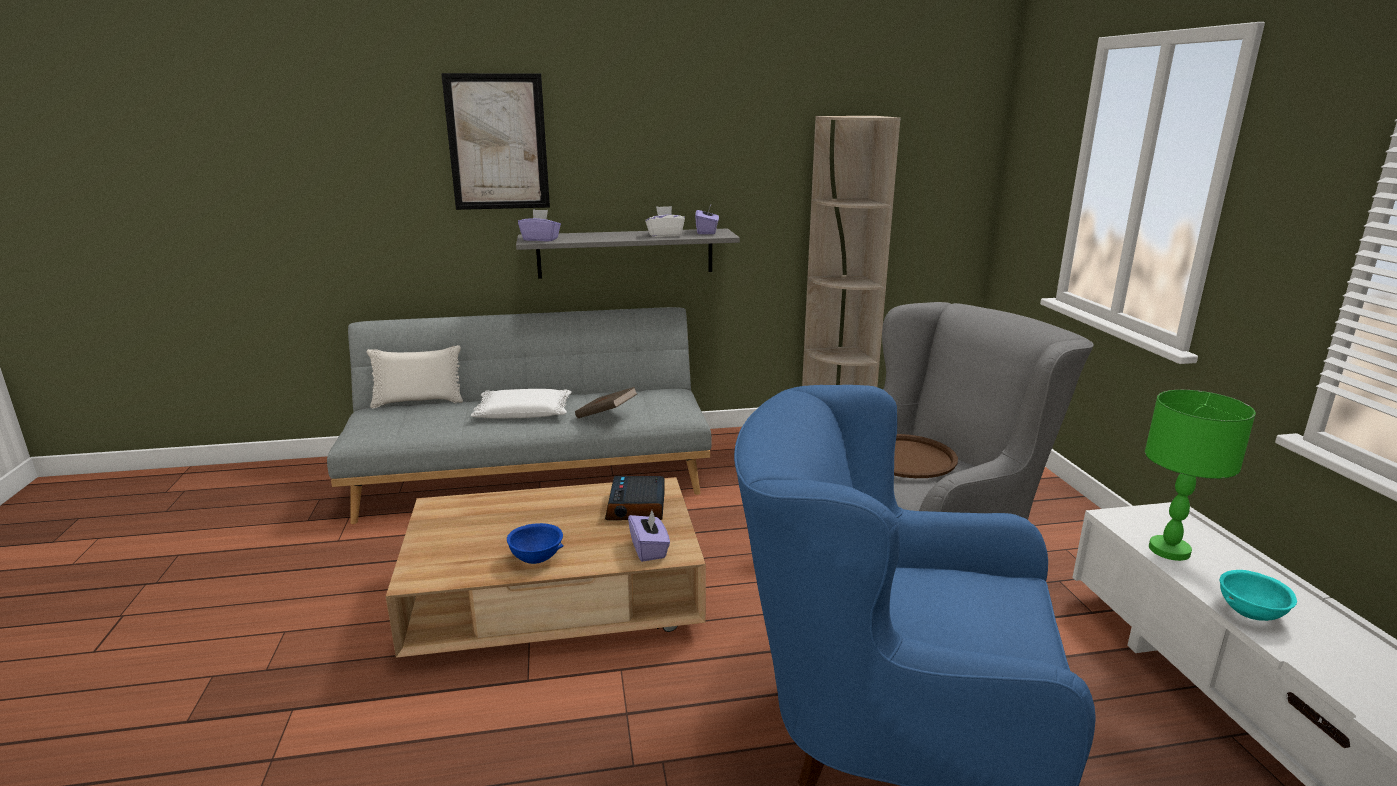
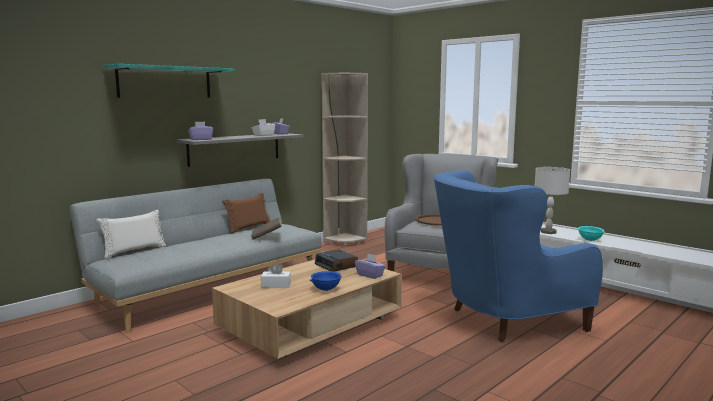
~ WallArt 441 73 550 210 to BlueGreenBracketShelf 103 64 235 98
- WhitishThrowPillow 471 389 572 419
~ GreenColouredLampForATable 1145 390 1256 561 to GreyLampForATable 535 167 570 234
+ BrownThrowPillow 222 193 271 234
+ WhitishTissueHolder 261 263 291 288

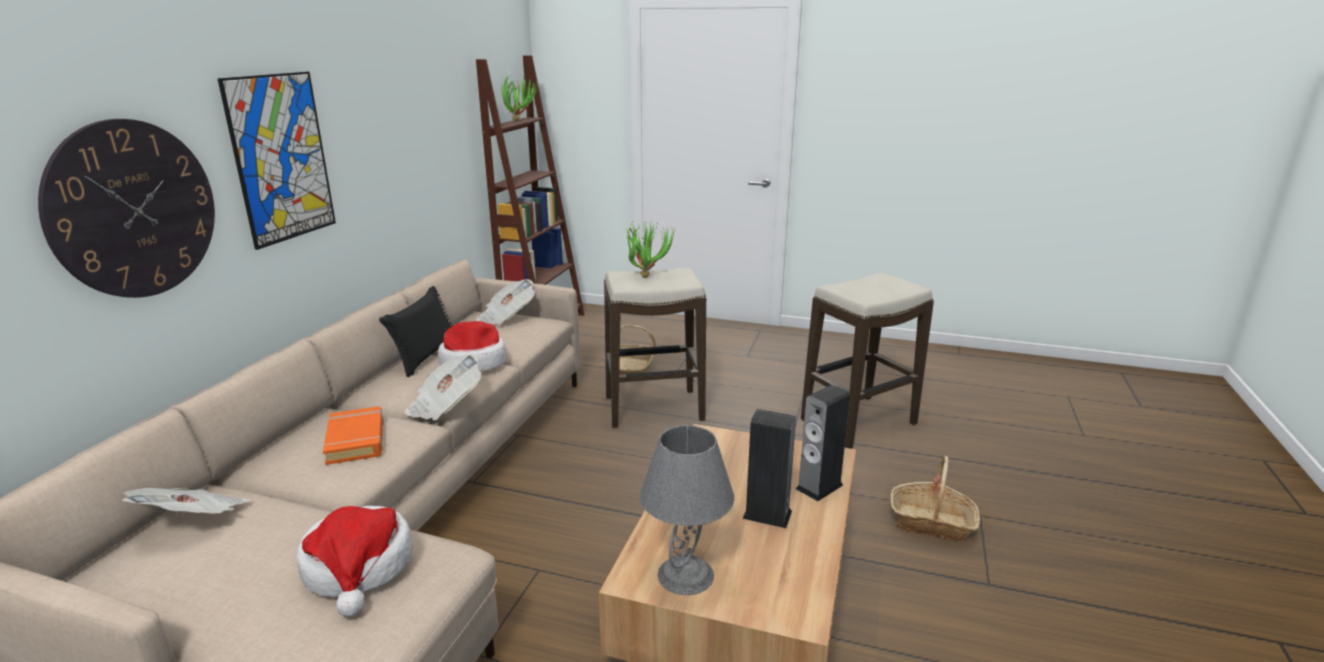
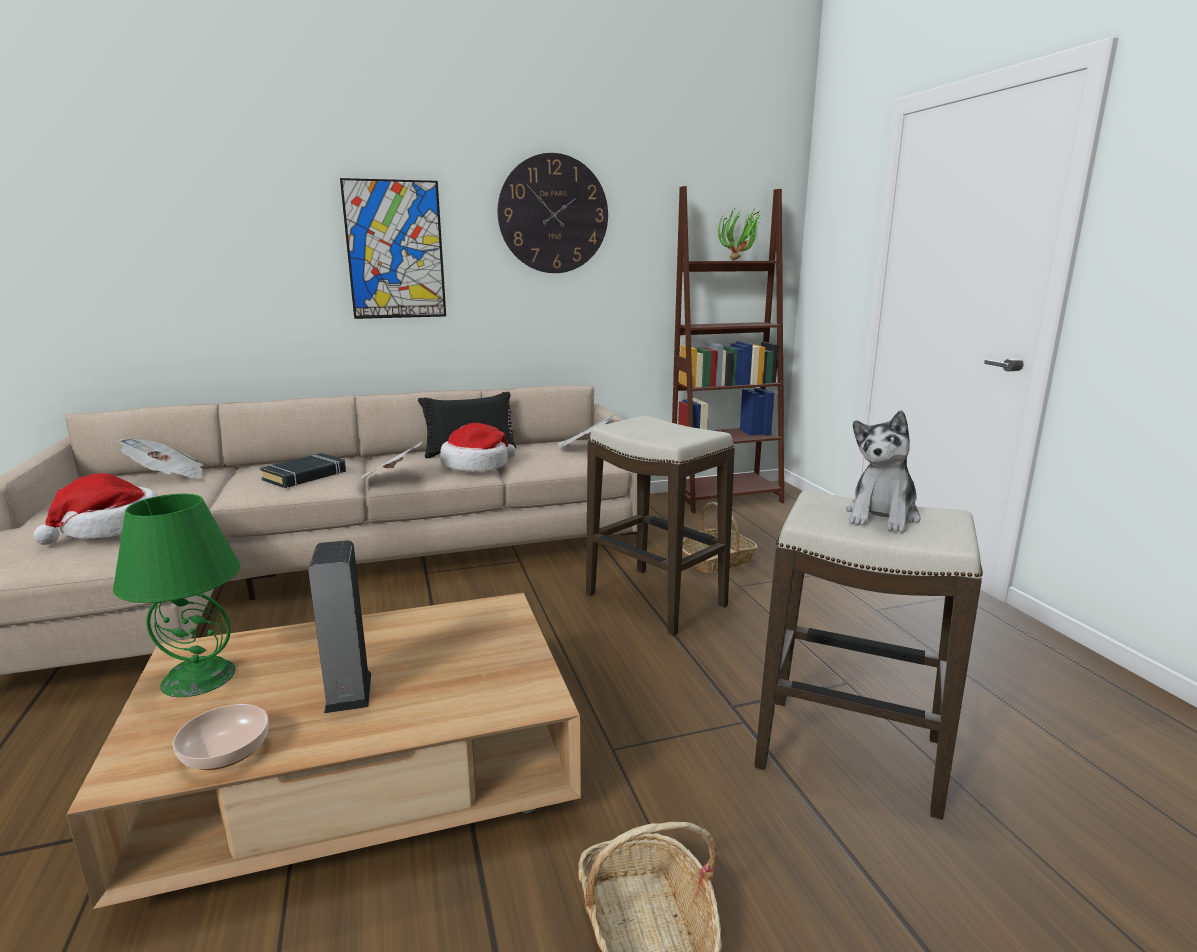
~ ClockOnTheWall 38 119 215 298 to 497 153 608 273
~ OrangeColouredVolume 323 406 384 465 to BlackVolume 260 453 346 488
- Houseplant 625 220 674 278
~ GreyLampForATable 640 425 734 595 to GreenColouredLampForATable 113 494 241 697
- AudioSpeaker 796 385 850 501
+ DeepDish 173 704 269 770
+ PlushToy 846 410 921 533

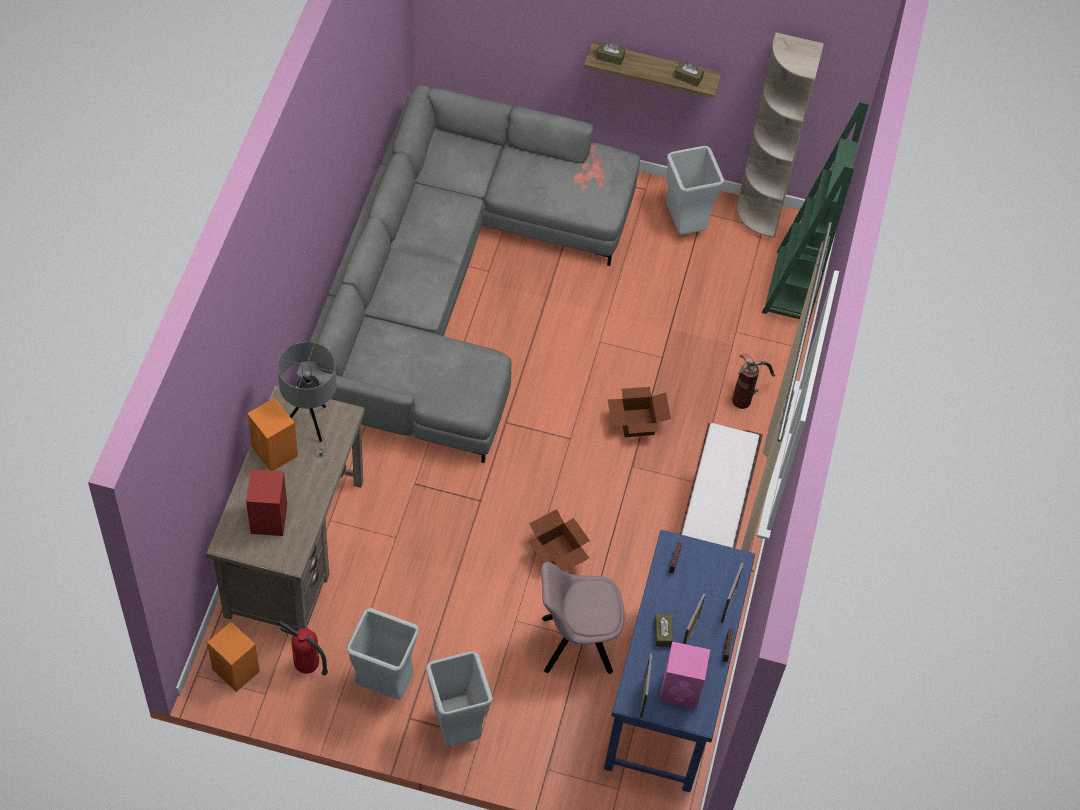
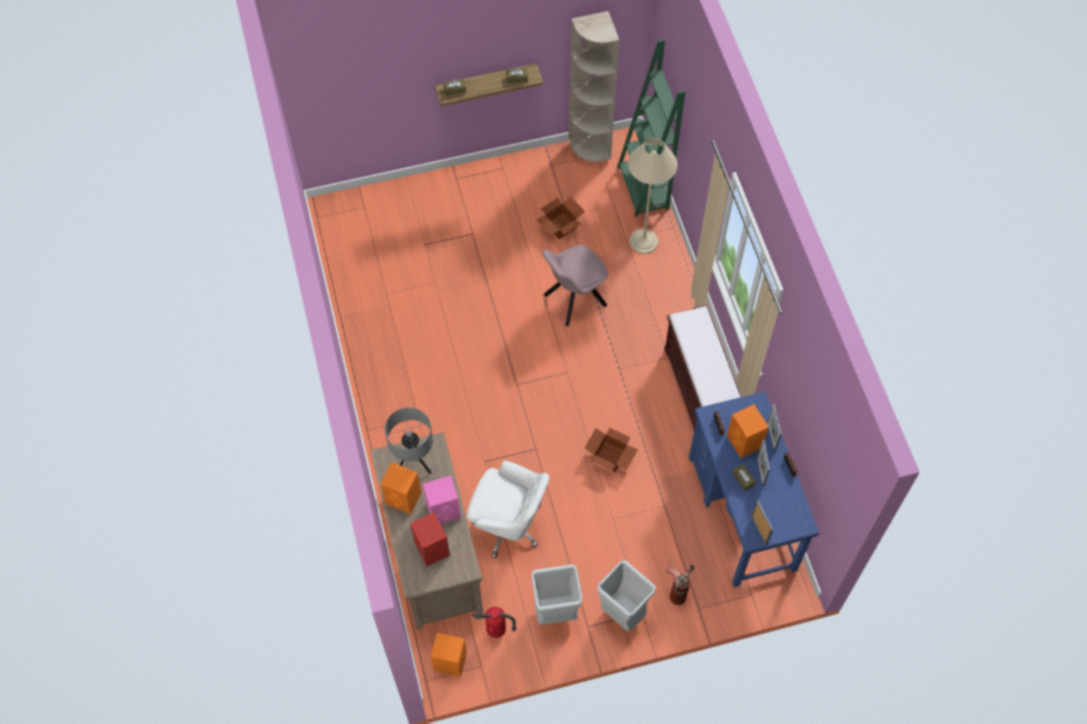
- GreySettee 296 85 640 463
~ PinkishUprightChair 541 562 624 674 to 542 245 608 326
~ CardboardBox 608 387 671 437 to 537 196 585 239
~ PinkishAudioSpeaker 659 641 710 709 to 423 475 461 524
- GreyWasteBin 666 146 724 235
~ Extinguisher 732 354 775 409 to 666 565 694 605
+ WhitishOfficeChair 467 460 549 558
+ SandColouredStandardLamp 628 138 677 254
+ OrangeColouredAudioSpeaker 727 404 769 458

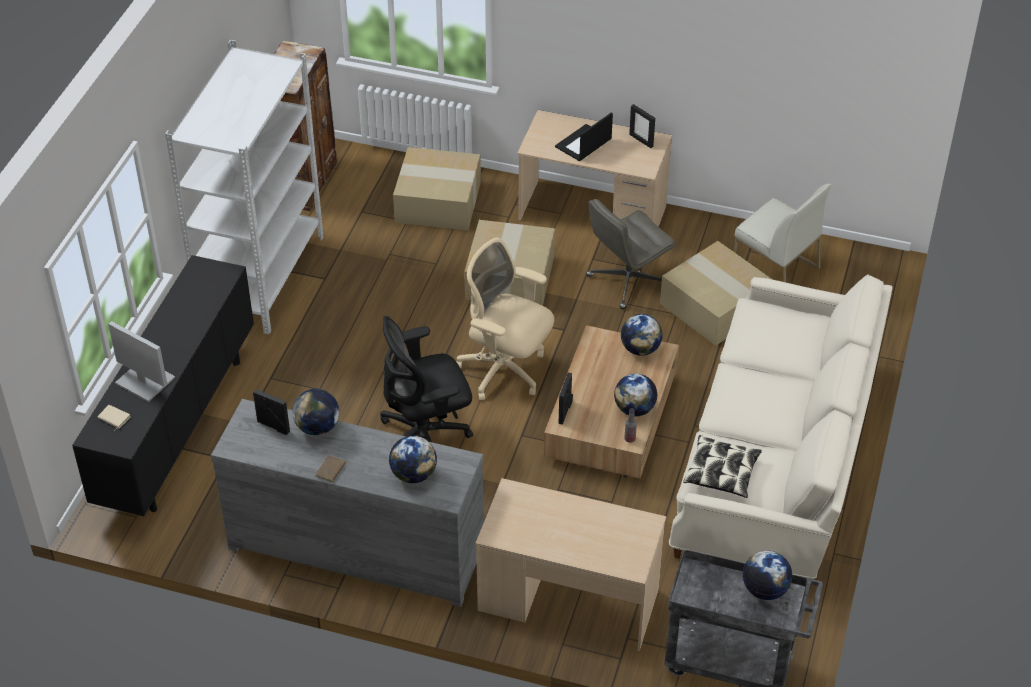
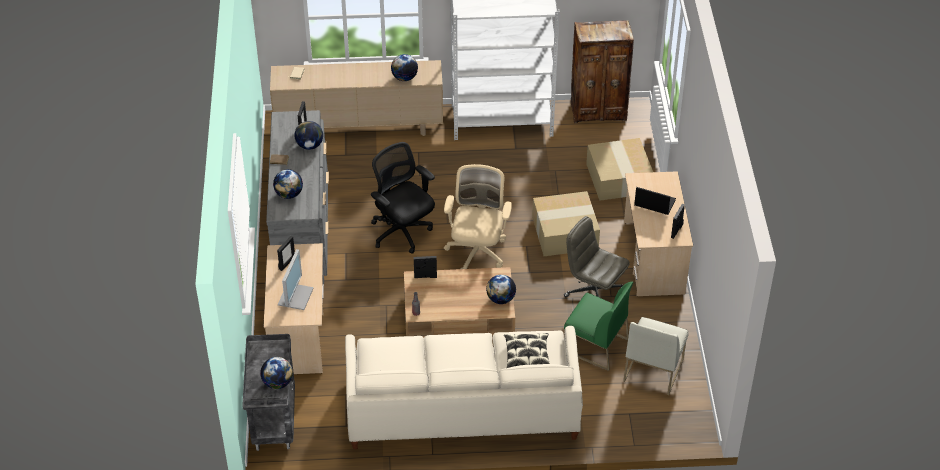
~ BlackStorageCabinet 72 255 254 516 to SandColouredStorageCabinet 270 60 443 136
~ ComputerDisplay 108 321 175 402 to 278 249 314 310
~ WorldGlobe 614 373 657 416 to 391 54 418 81
~ CardboardBox 660 241 773 346 to GreenColouredUprightChair 564 281 633 371
~ ThrowPillow 683 435 762 498 to 504 333 550 368
+ PhotoFrame 277 236 295 271

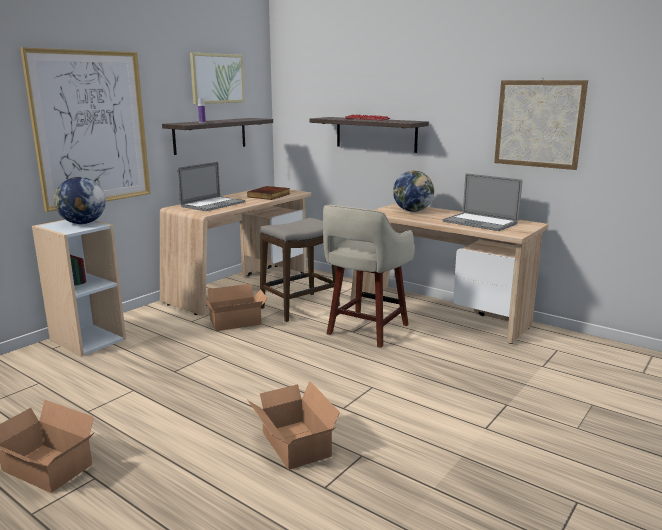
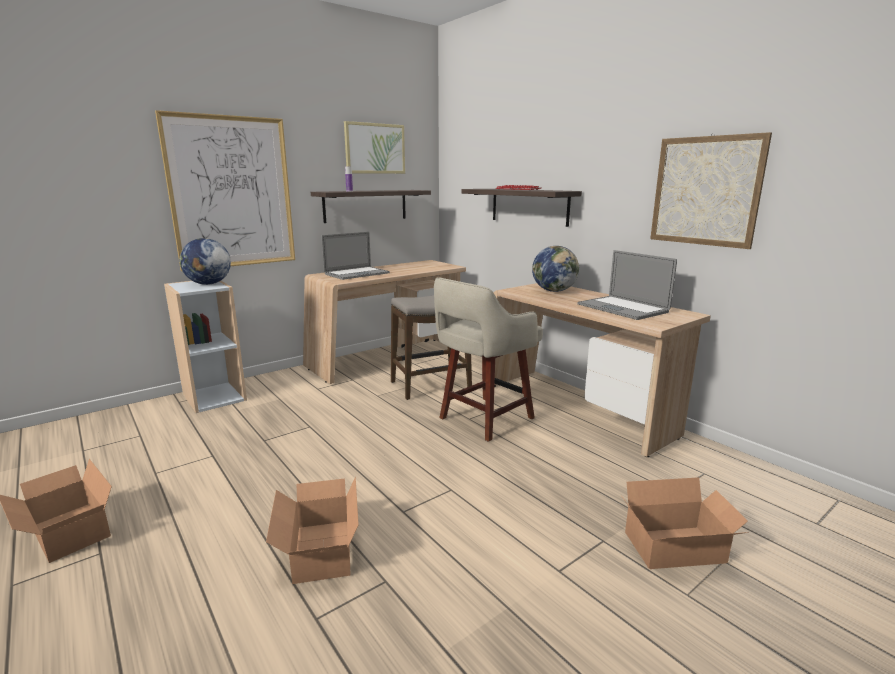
~ CardboardBox 203 284 268 331 to 621 477 749 569
- Volume 247 186 290 200

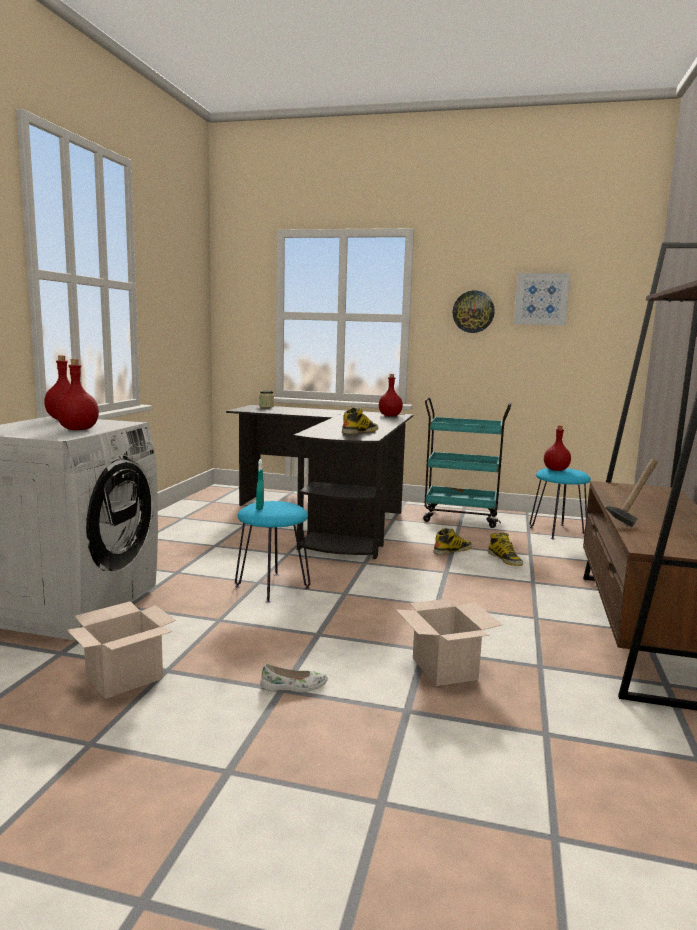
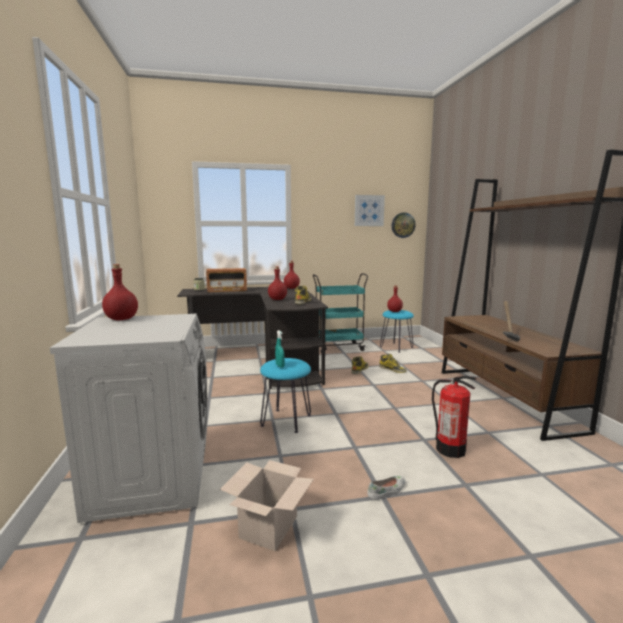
~ RedColouredBeverageBottle 56 359 99 430 to 268 267 287 300
~ CardboardBox 396 599 503 686 to Extinguisher 432 376 476 458
~ ClockOnTheWall 452 291 495 333 to 392 213 416 238
+ RadioReceiver 206 268 247 292

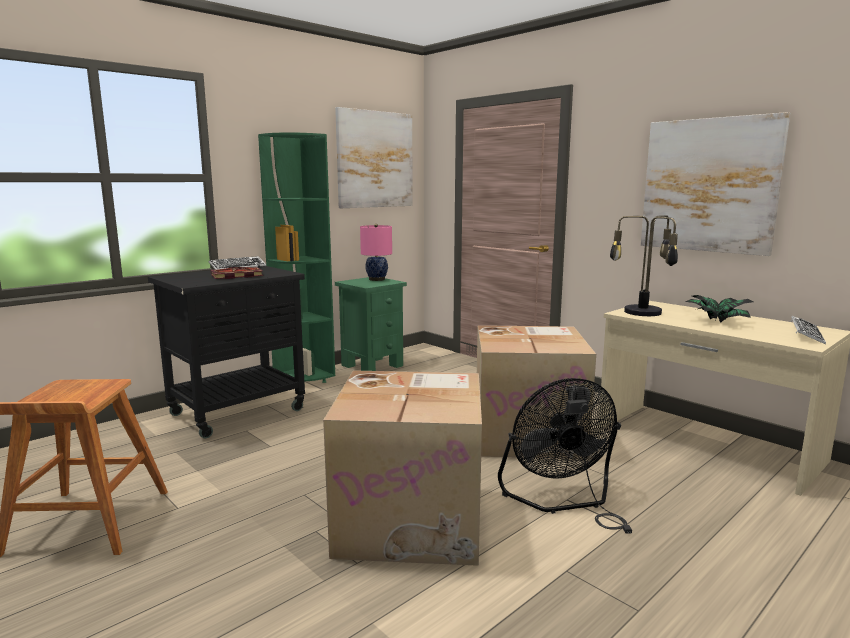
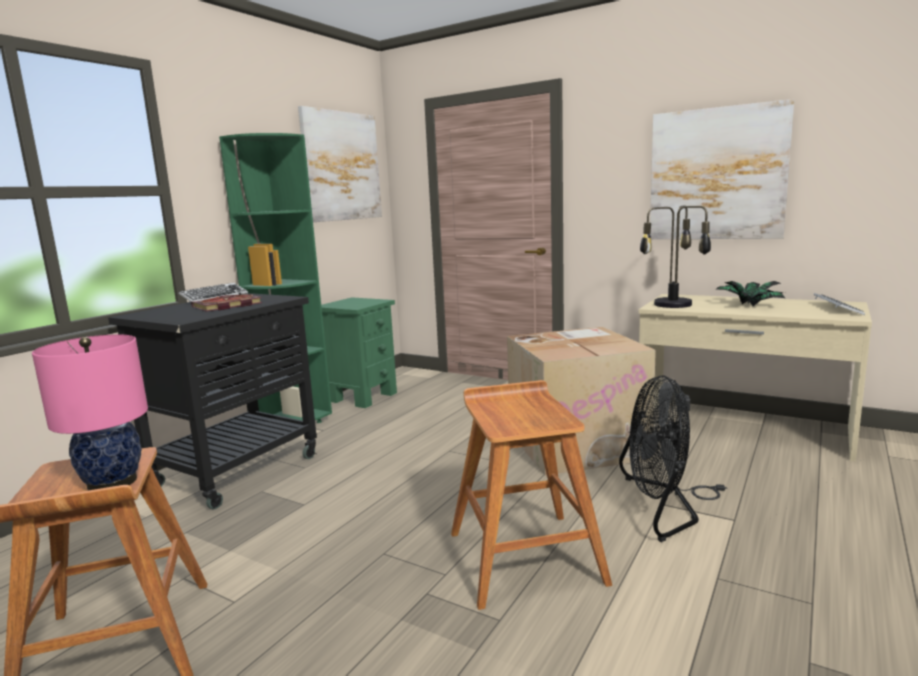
~ CardboardBox 323 370 482 566 to BrownSittingStool 451 380 612 610
~ PinkishLampForATable 360 224 392 281 to 32 334 148 490
~ BlackCoolingFan 498 378 632 534 = 619 375 726 543 60 degrees counterclockwise

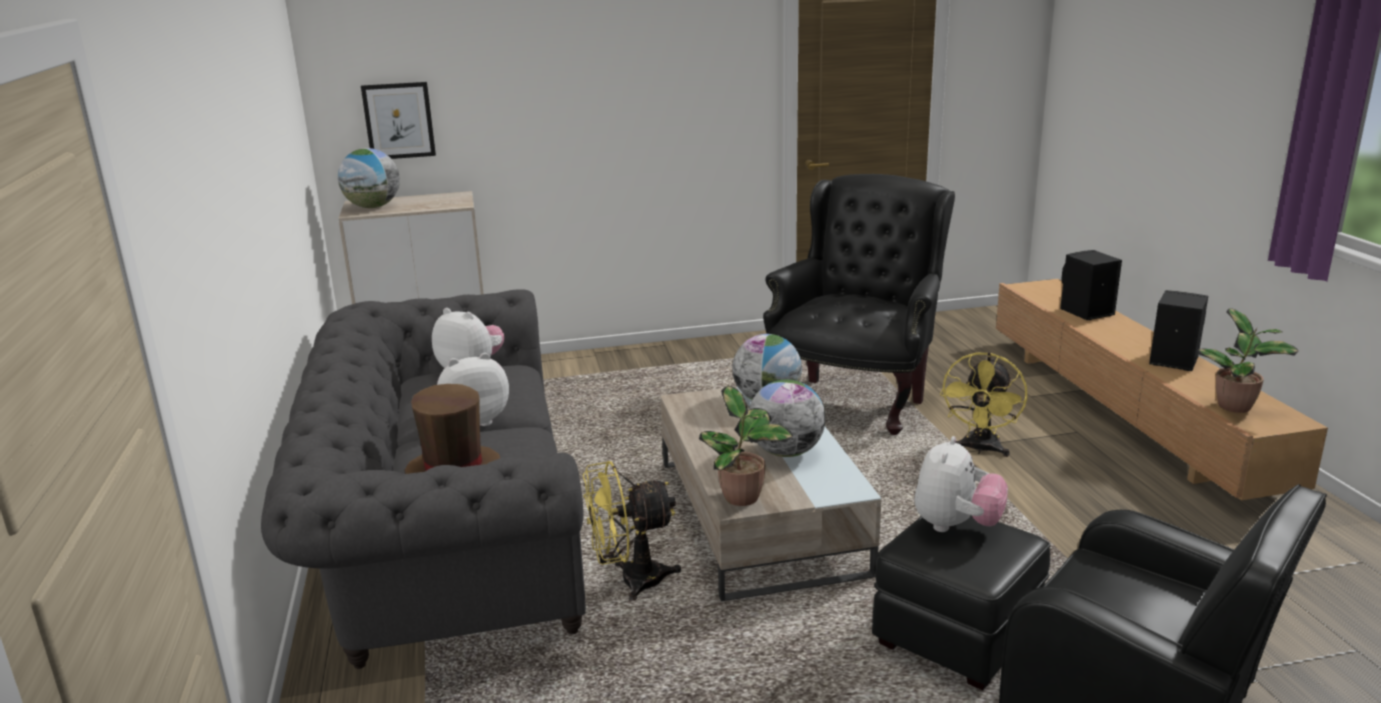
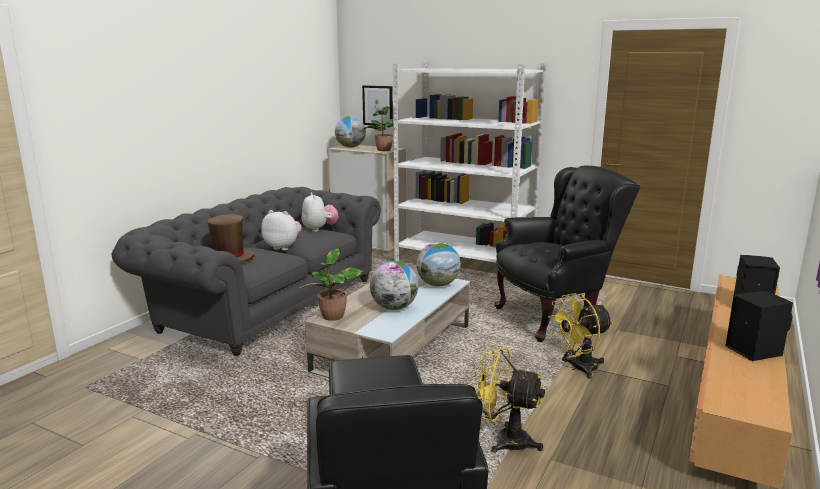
~ YellowColouredCoolingFan 583 461 681 601 to 475 344 545 453
- PlushToy 914 436 1008 532
~ Houseplant 1198 308 1299 413 to 364 106 401 151
+ WhitishBookshelf 393 63 546 285

